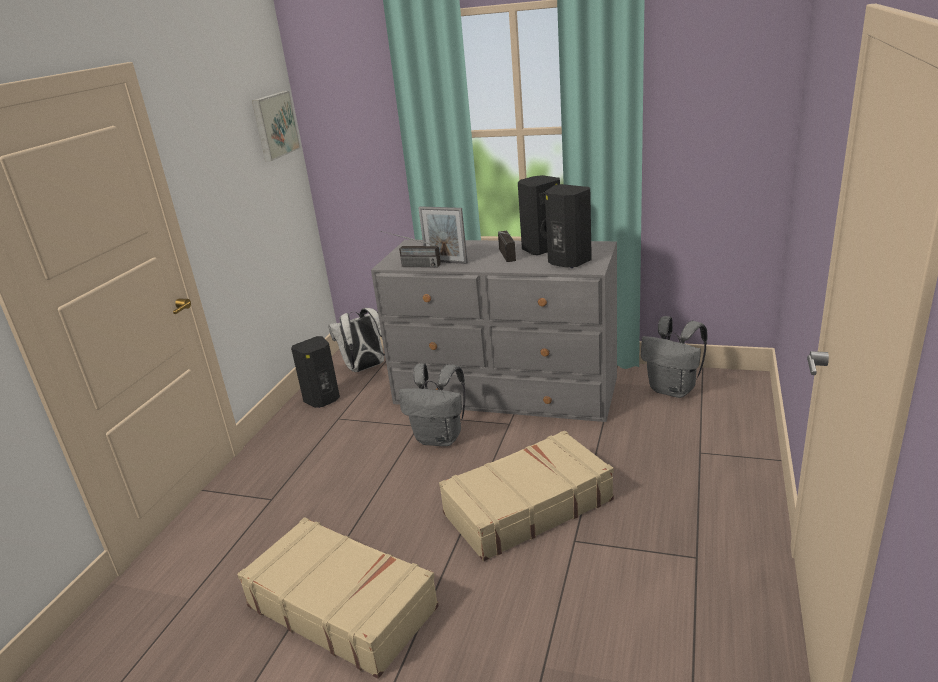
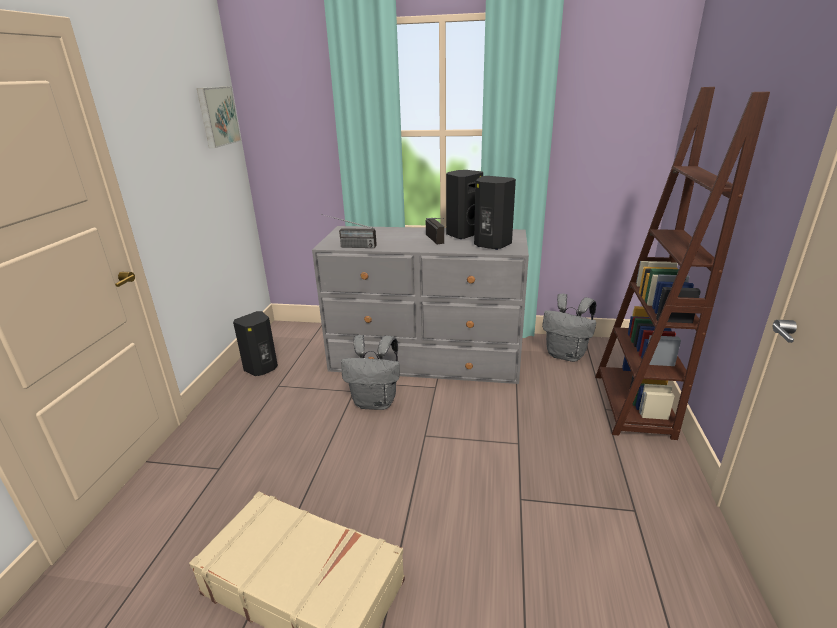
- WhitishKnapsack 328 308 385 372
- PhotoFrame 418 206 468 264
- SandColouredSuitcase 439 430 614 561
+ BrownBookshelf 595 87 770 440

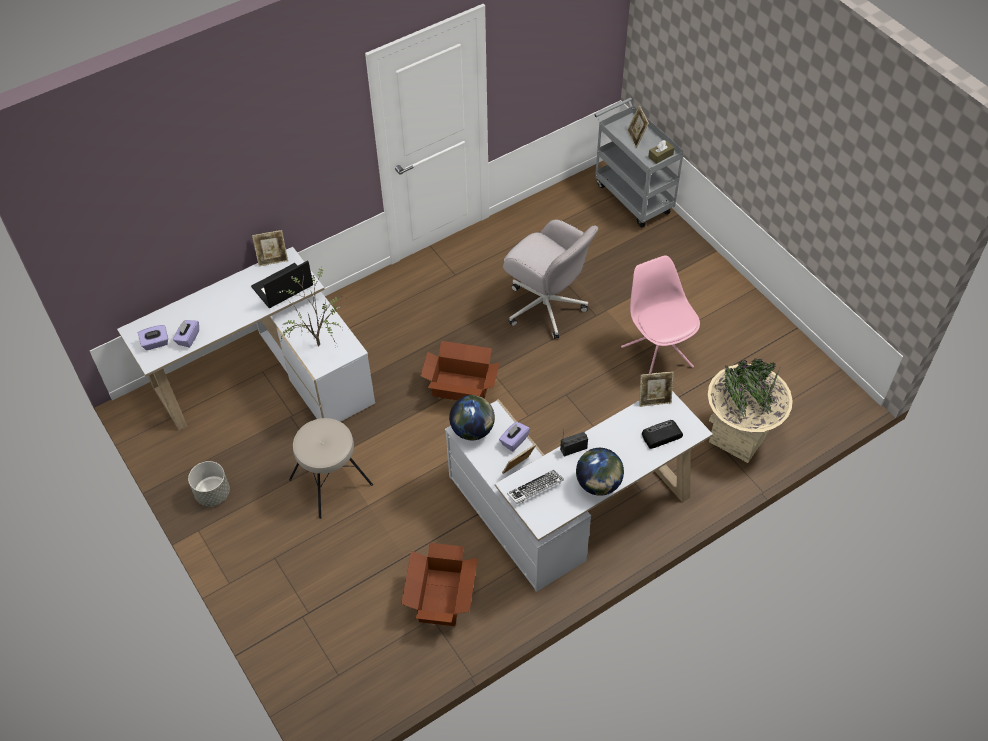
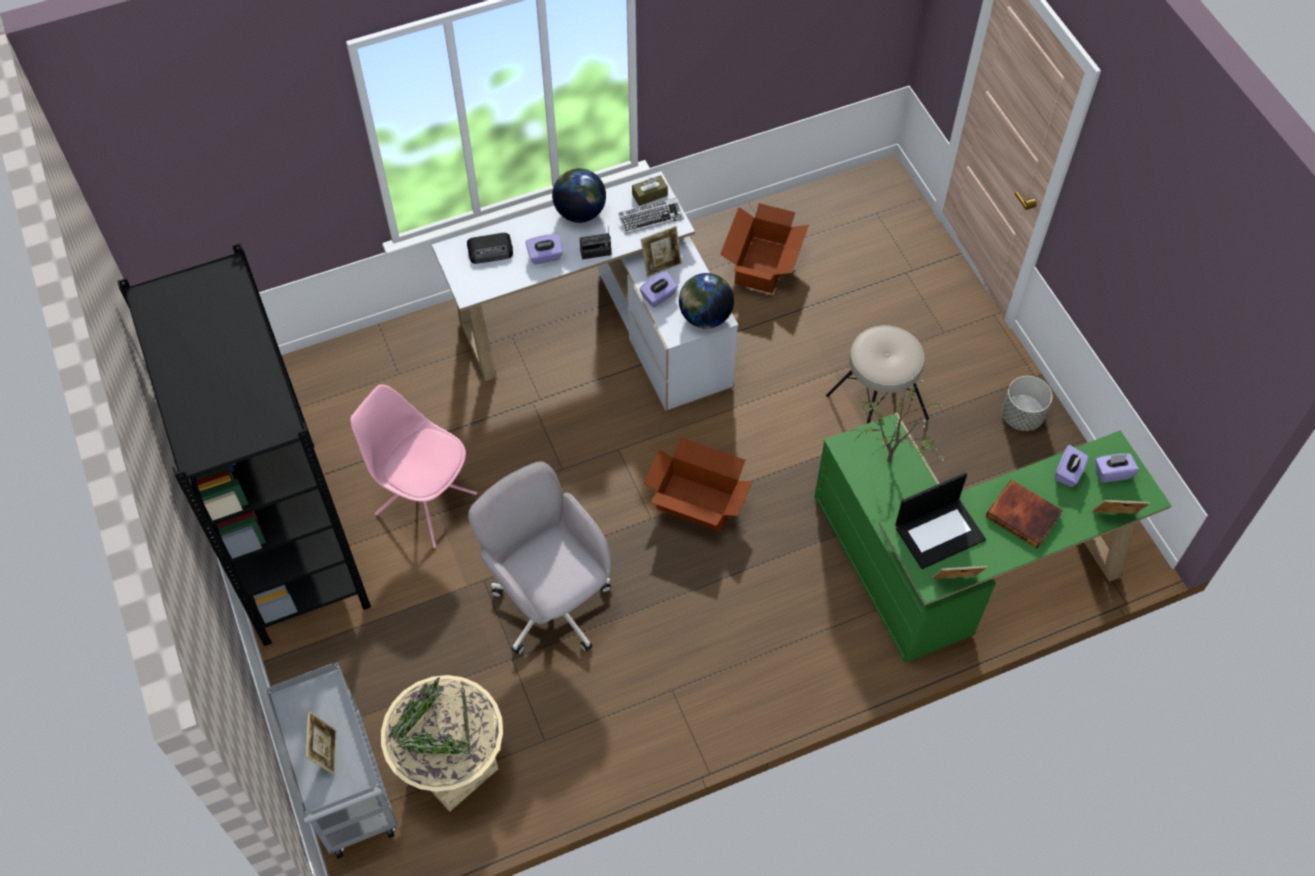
~ WhitishDesk 117 247 375 430 to GreenColouredDesk 814 412 1172 663
~ PinkishUprightChair 621 255 700 374 = 350 384 477 548 135 degrees clockwise
~ PhotoFrame 639 371 674 407 to 1092 500 1150 514
~ BrownTissueHolder 648 140 674 164 to 632 175 668 206
~ SandColouredFlowerPot 708 359 793 463 to 381 675 503 812
+ BlackBookshelf 117 243 371 646
+ PurplishTissueHolder 525 234 563 264
+ Volume 986 479 1063 548

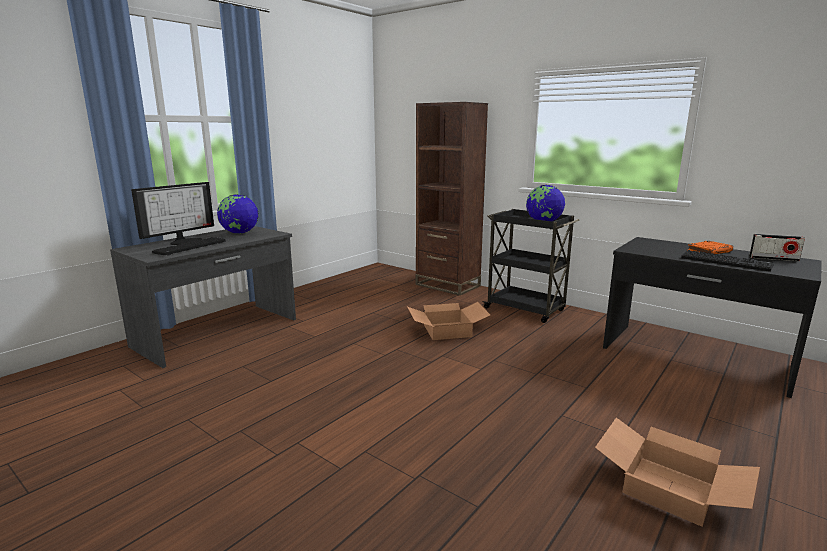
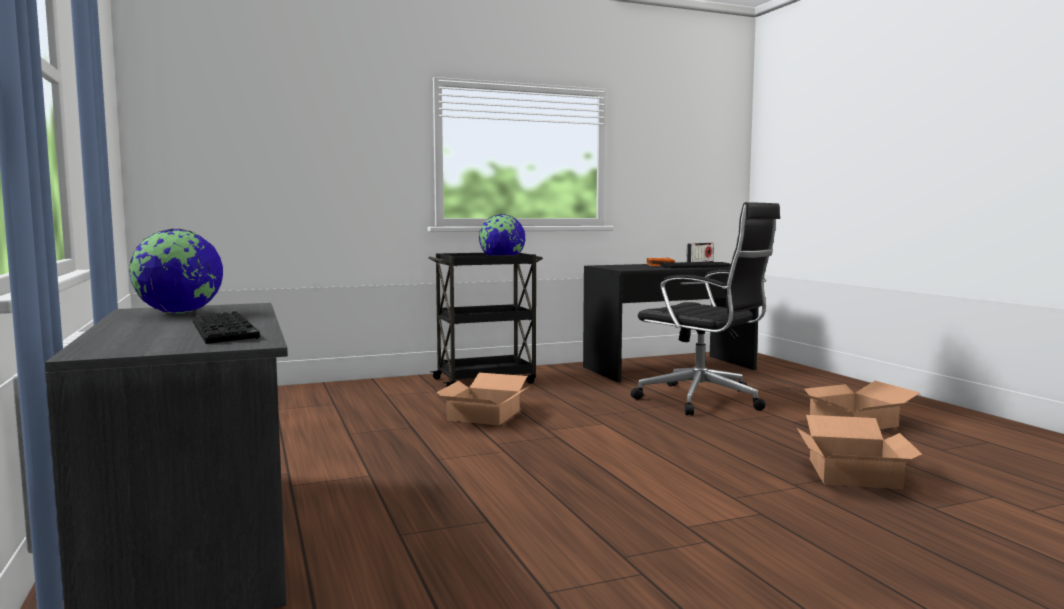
- ComputerDisplay 131 182 214 245
- BrownBookshelf 416 102 488 296
+ BlackOfficeChair 631 202 780 416
+ CardboardBox 797 415 922 489

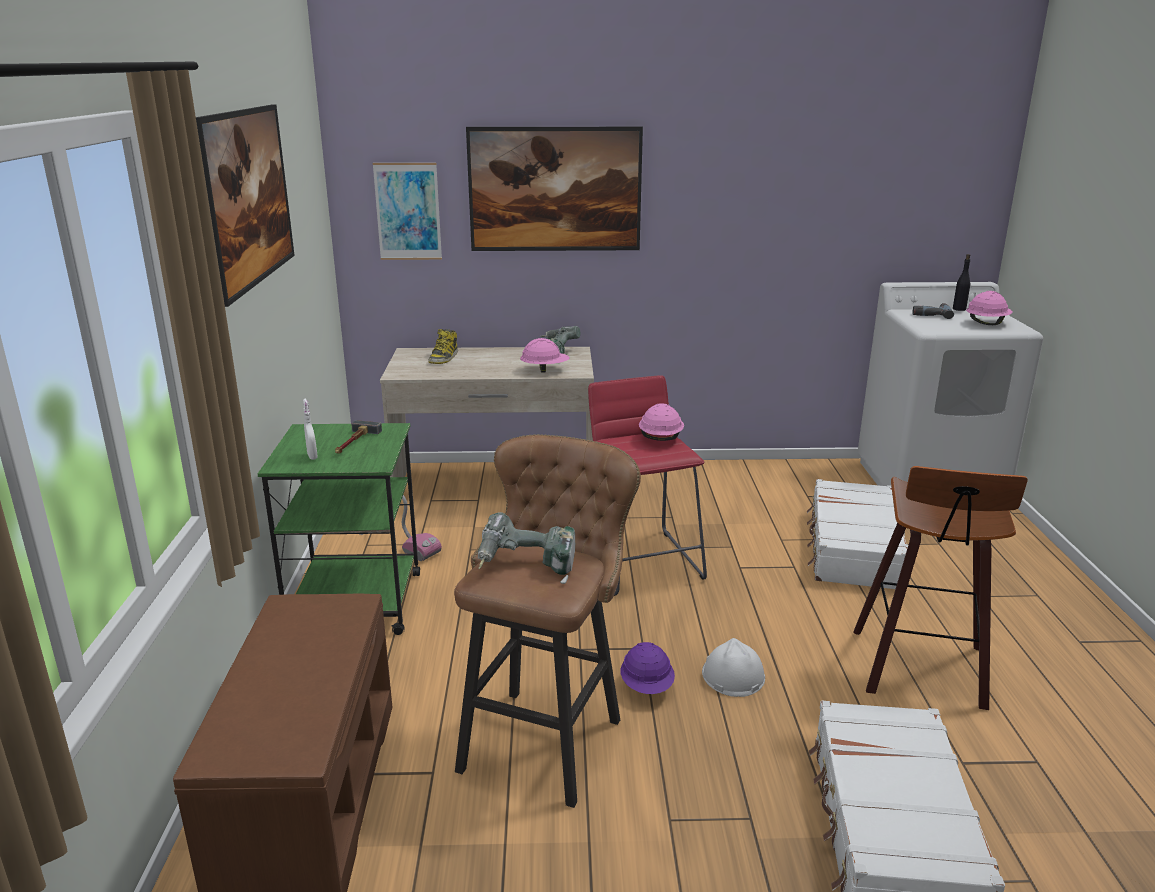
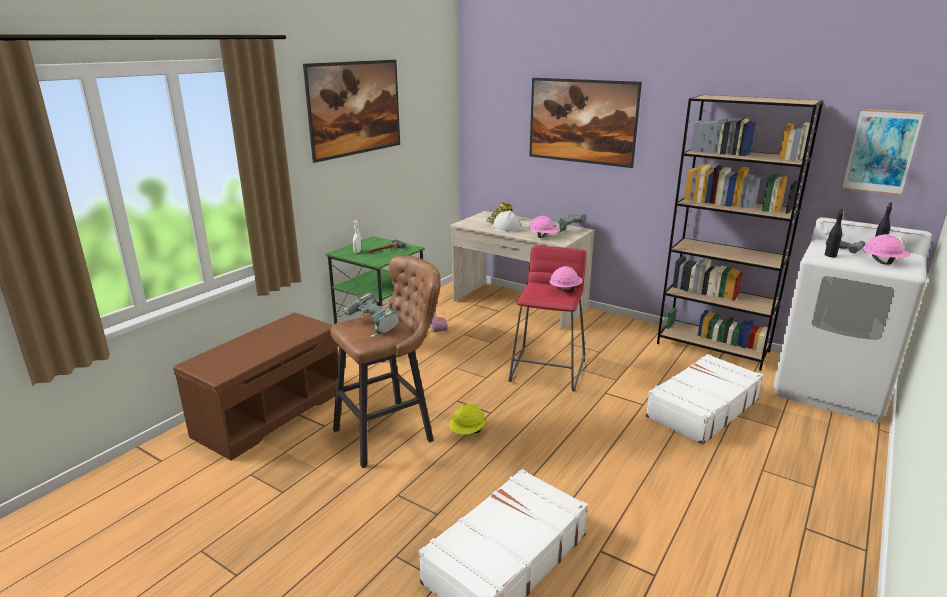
~ WallArt 373 163 442 260 to 842 109 924 195
~ PurplishWorkHelmet 620 642 675 694 to YellowColouredWorkHelmet 449 404 486 434
~ WhitishWorkHelmet 702 638 765 697 to 493 210 522 233
- SittingStool 853 466 1028 710
+ SandColouredBookshelf 657 95 823 371
+ BlackBeverageBottle 825 208 844 257

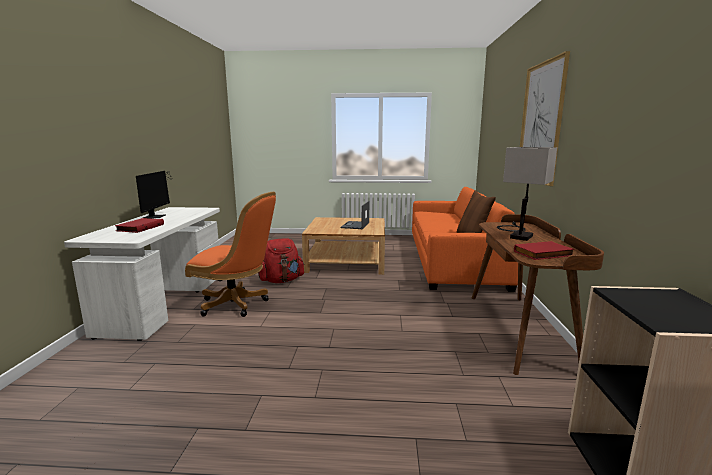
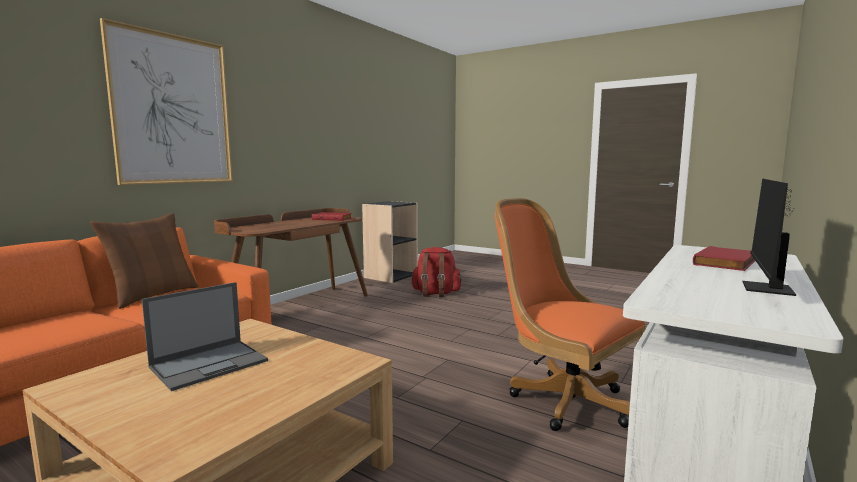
~ RedColouredKnapsack 259 238 305 283 to 410 247 462 297
- LampForATable 497 147 557 241

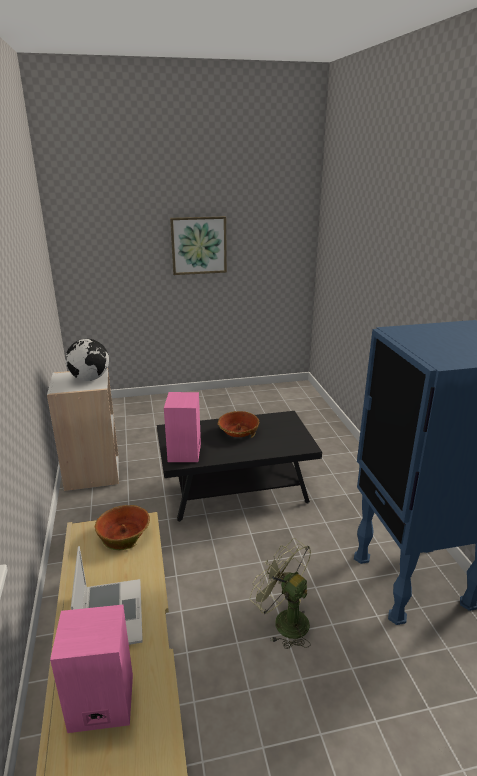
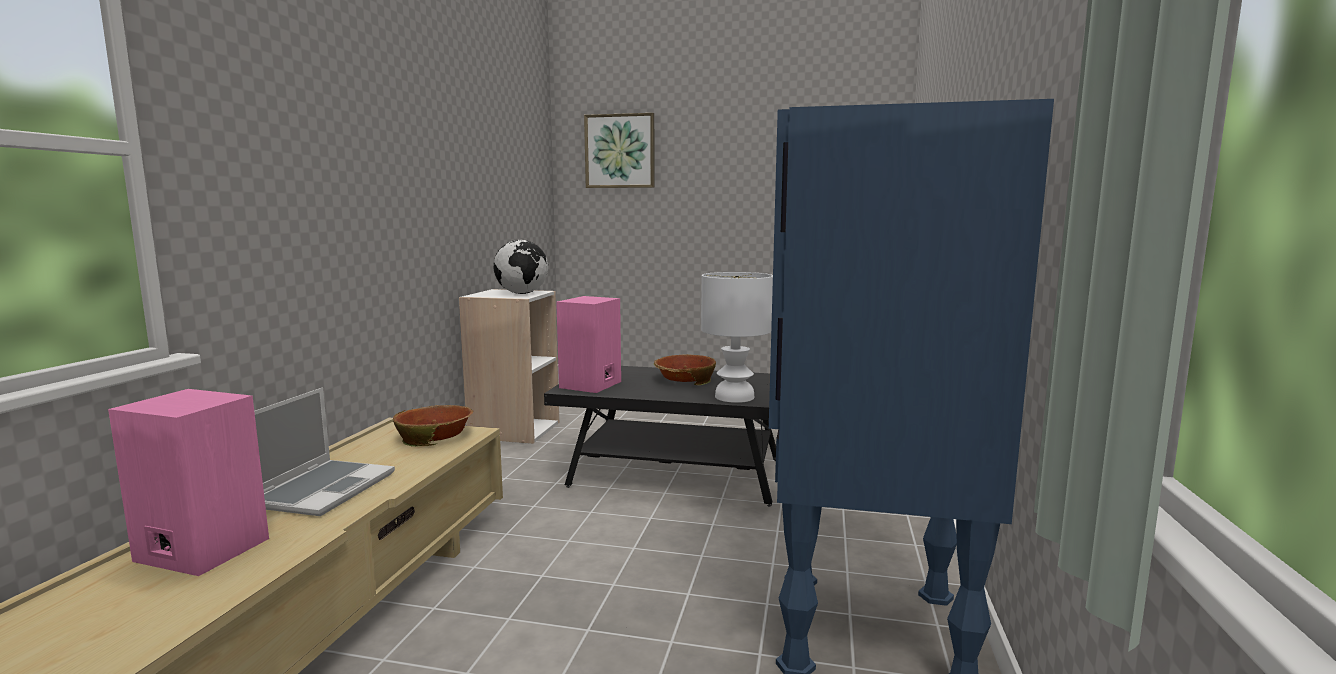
~ WallArt 170 216 227 275 to 584 113 655 188
- GreenColouredCoolingFan 250 538 311 649
+ WhitishLampForATable 701 272 773 403

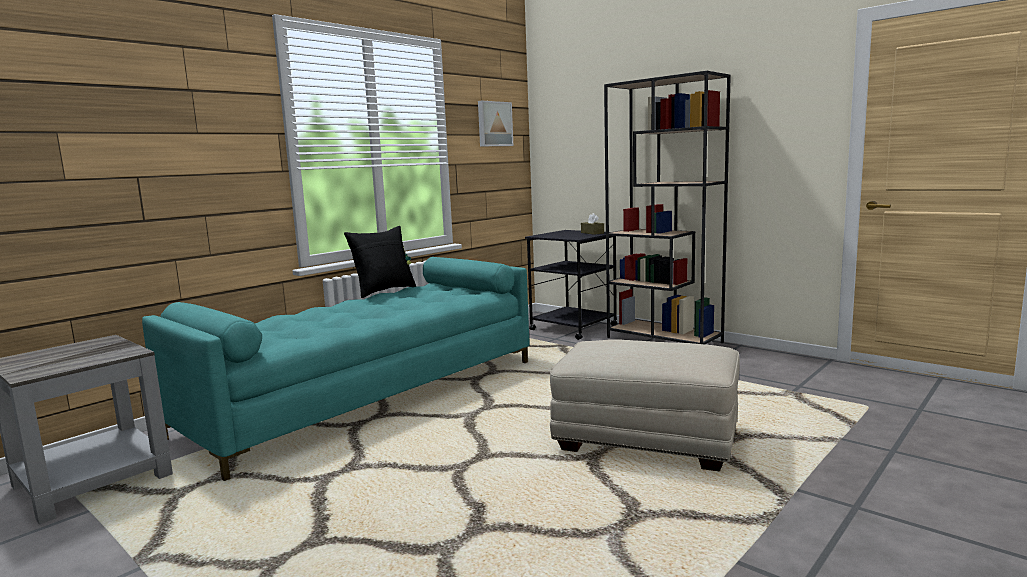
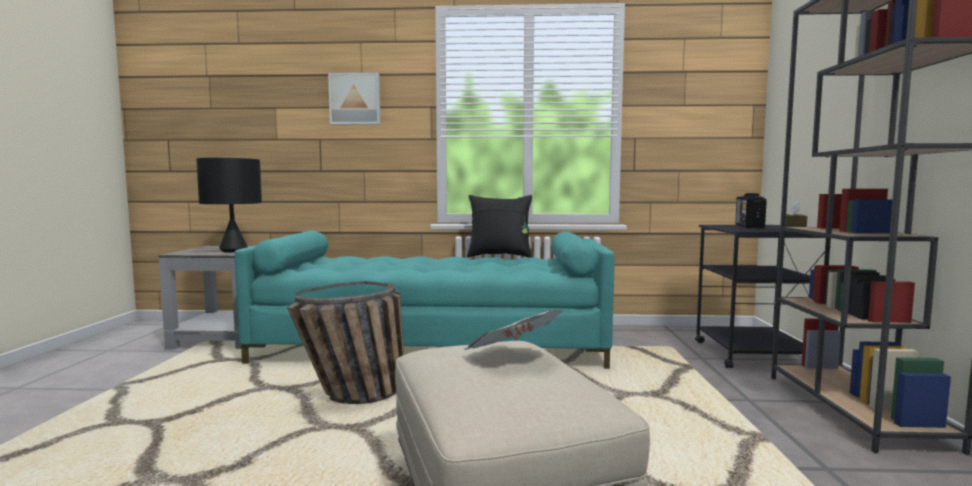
~ WallArt 478 101 513 146 to 328 73 381 125
+ BlackLampForATable 196 158 262 252
+ StorageBasket 287 281 404 404
+ Newspaper 463 309 563 350
+ RadioReceiver 735 193 767 229

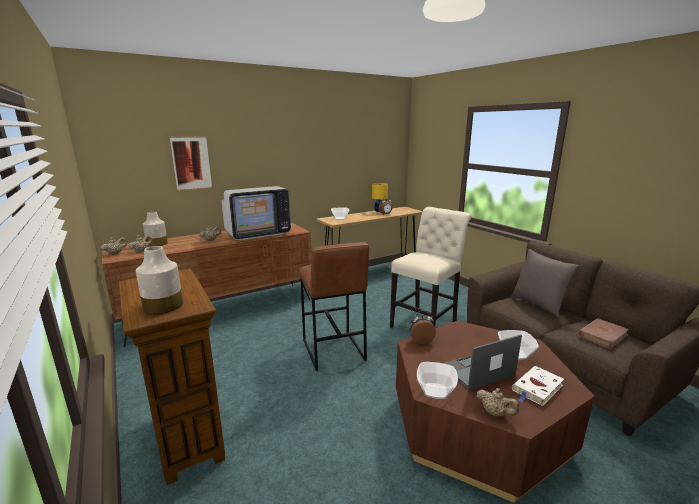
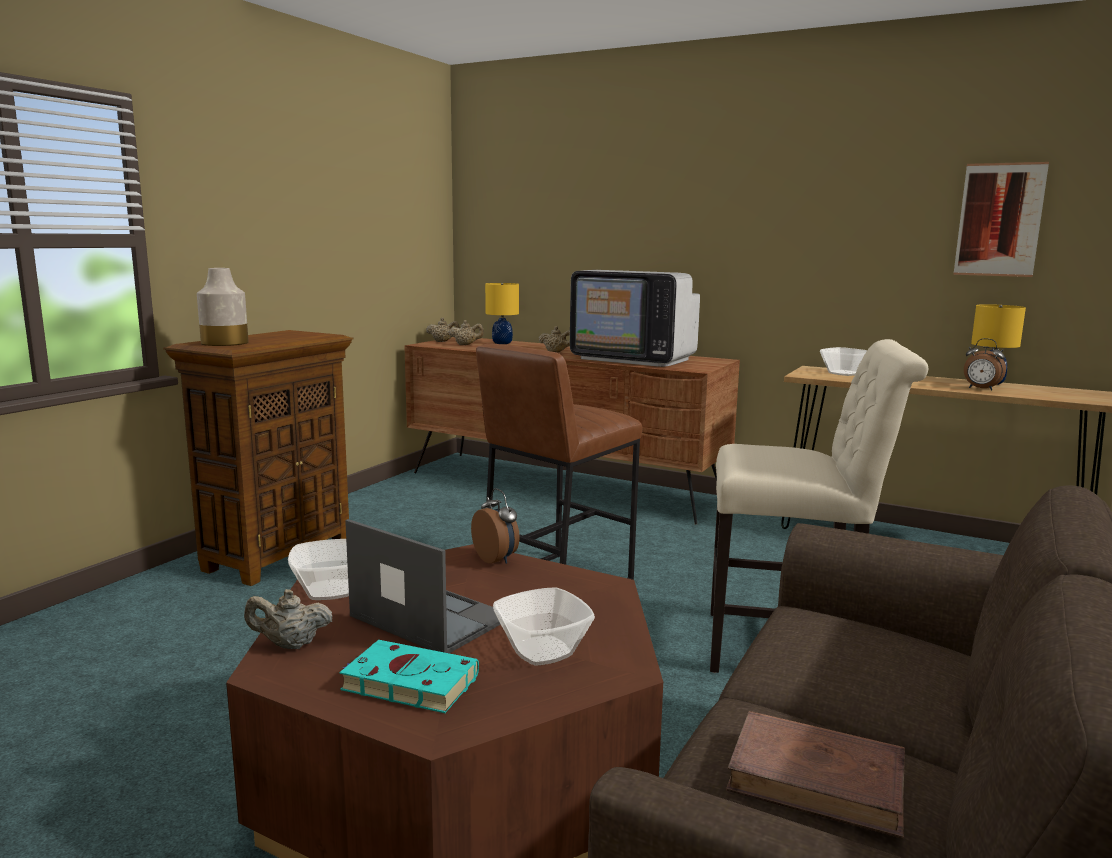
~ SandColouredDecorativeVase 143 212 168 247 to YellowColouredLampForATable 485 283 519 344
~ WallArt 170 136 212 191 to 953 162 1049 277
~ SandColouredTeaPot 476 388 519 416 = 244 589 332 649 75 degrees clockwise
- GreyThrowPillow 511 249 579 318
~ WhitishVolume 512 366 564 406 to BlueGreenVolume 340 640 479 713

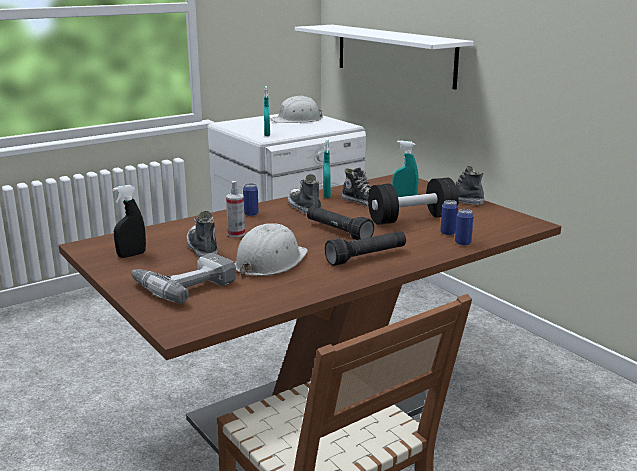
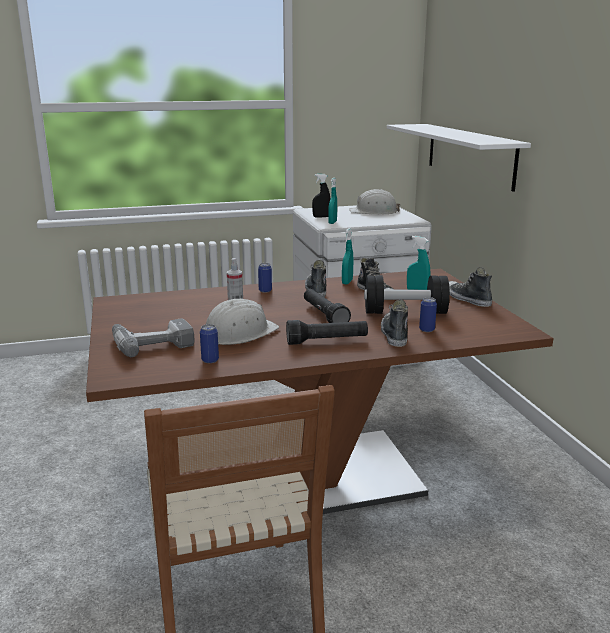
~ BlackHandSprayer 113 185 146 258 to 312 174 330 218
~ ItemOfFootwear 187 211 217 258 to 381 300 408 347
~ MetalCan 455 209 474 245 to 200 324 219 363

